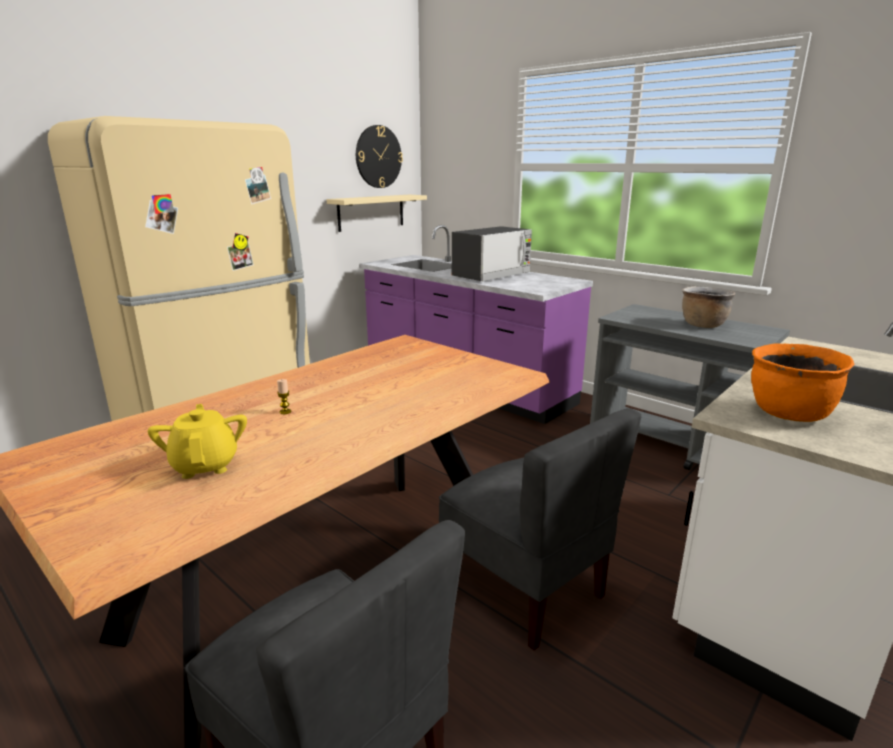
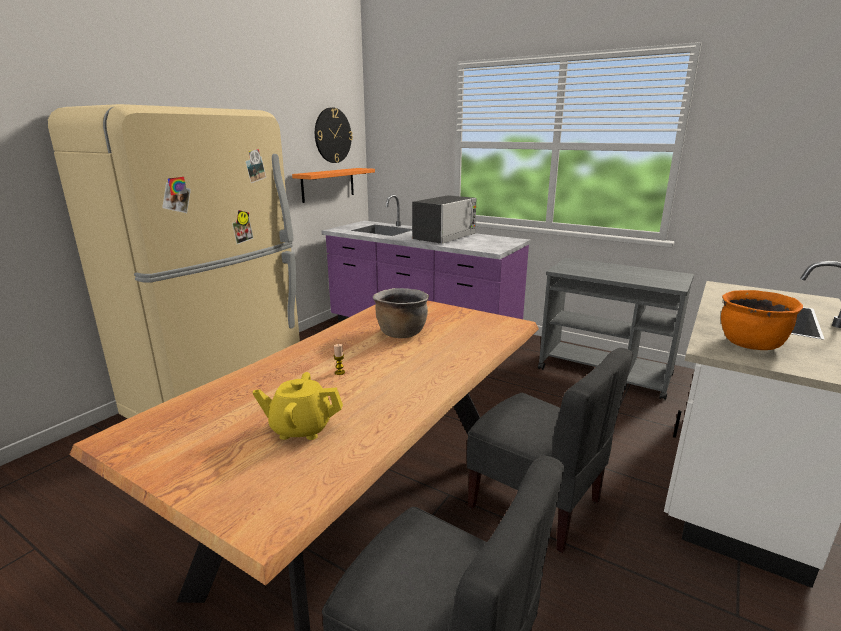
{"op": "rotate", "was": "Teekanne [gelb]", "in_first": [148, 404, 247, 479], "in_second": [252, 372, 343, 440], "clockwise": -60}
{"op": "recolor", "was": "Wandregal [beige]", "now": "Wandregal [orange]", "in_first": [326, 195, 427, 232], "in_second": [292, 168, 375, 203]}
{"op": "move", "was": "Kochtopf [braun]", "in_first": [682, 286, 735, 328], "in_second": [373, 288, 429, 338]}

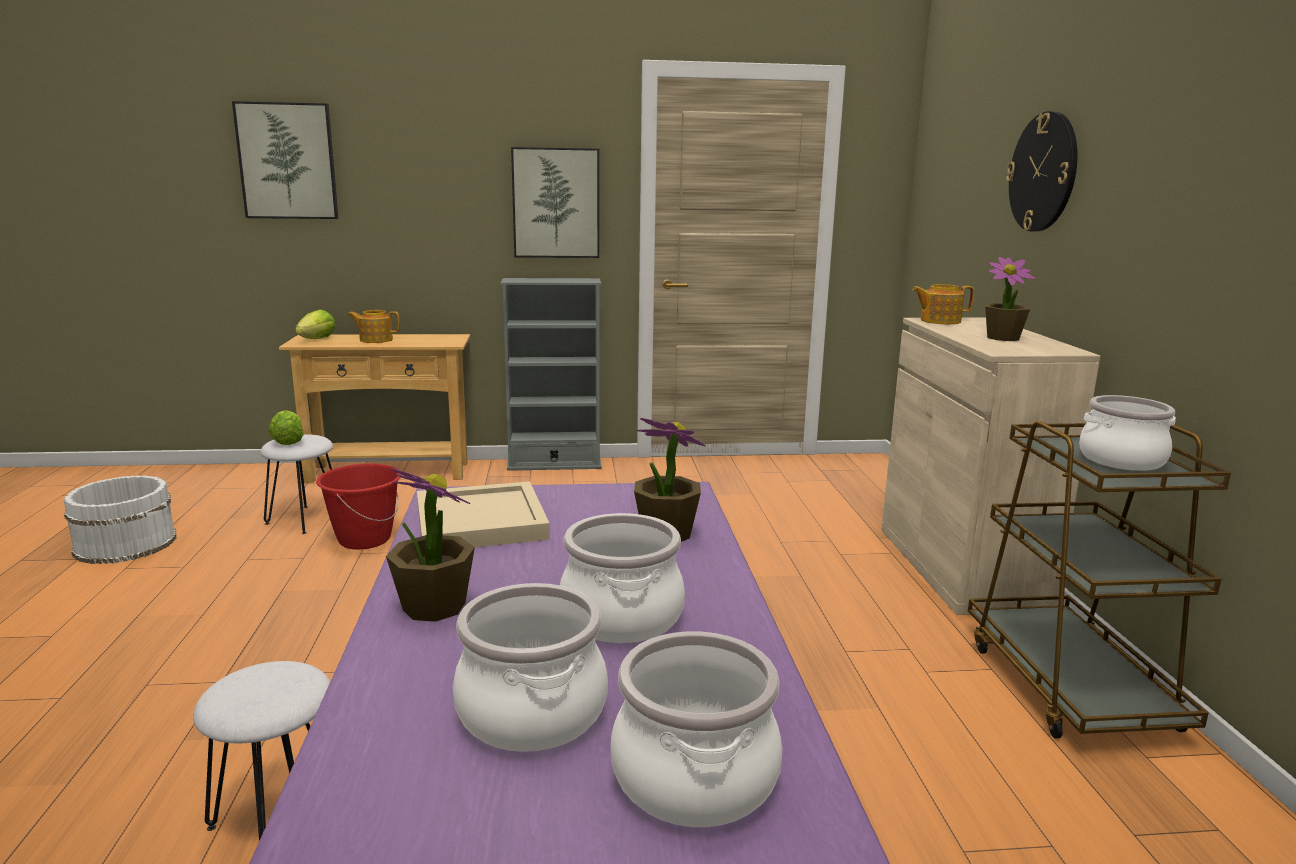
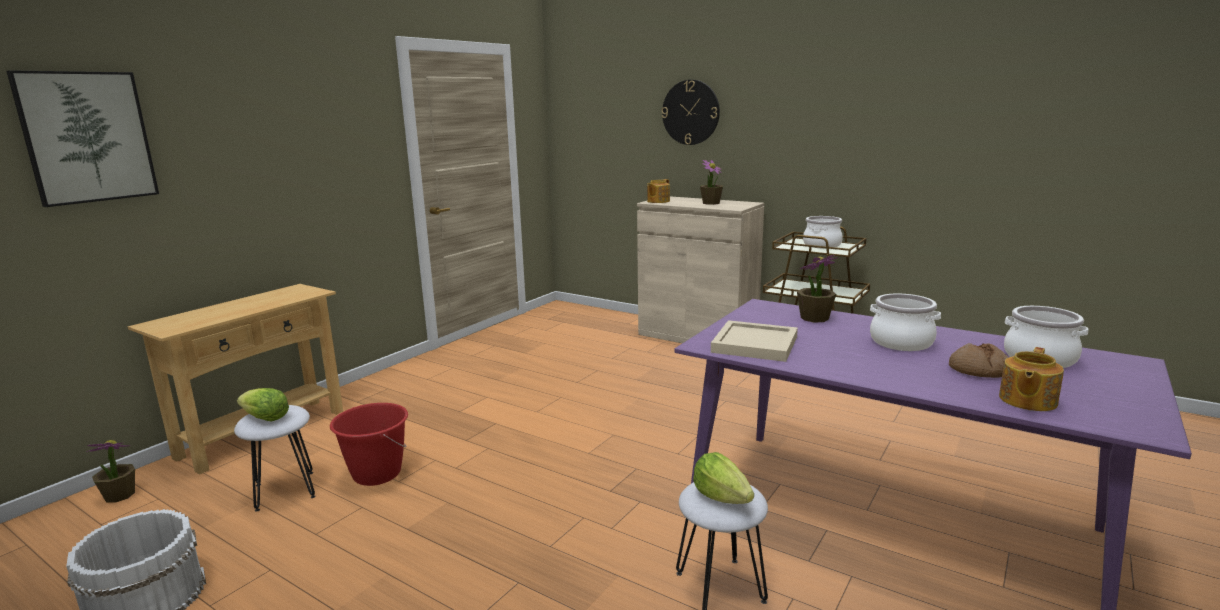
{"op": "move", "was": "Salatkopf", "in_first": [295, 310, 336, 339], "in_second": [693, 452, 754, 504]}
{"op": "move", "was": "Teekanne", "in_first": [348, 310, 400, 343], "in_second": [999, 347, 1064, 411]}
{"op": "move", "was": "Topfpflanze", "in_first": [386, 468, 475, 622], "in_second": [86, 440, 135, 503]}
{"op": "replace", "was": "Kochtopf", "now": "Brot", "in_first": [453, 583, 608, 752], "in_second": [949, 343, 1009, 378]}
{"op": "delete", "was": "Bücherregal [grau]", "in_first": [500, 278, 601, 471]}
{"op": "delete", "was": "Bild", "in_first": [511, 147, 599, 258]}

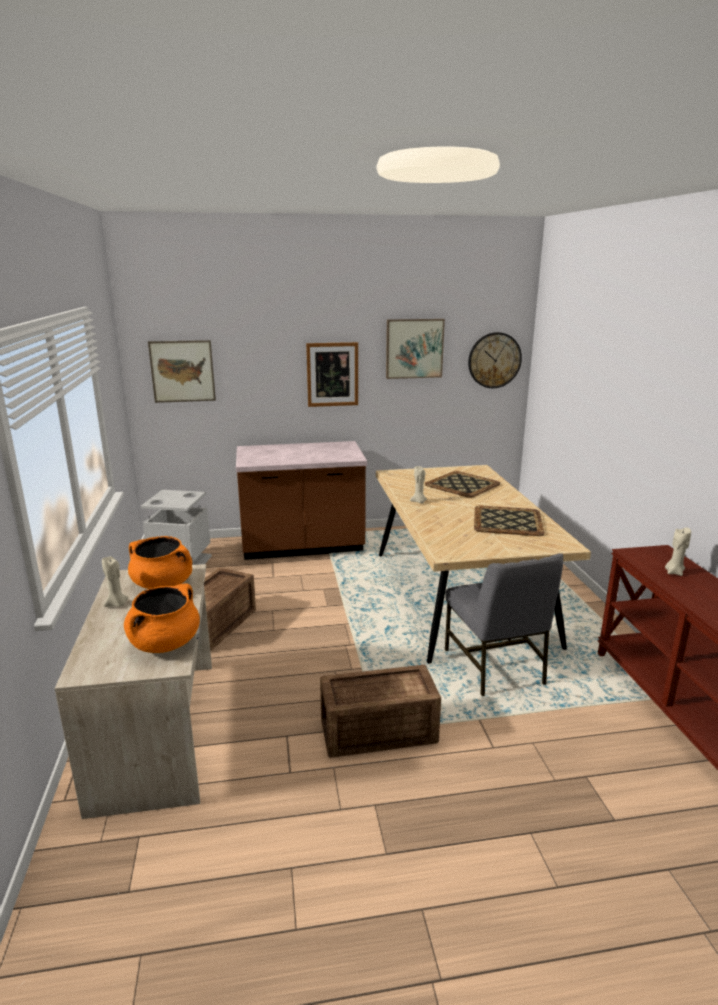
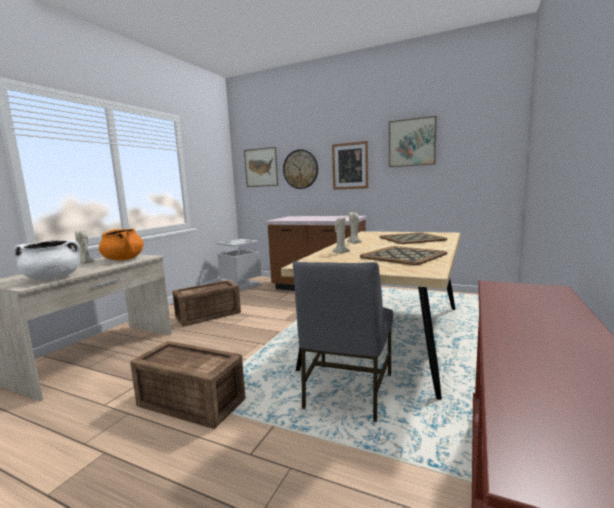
{"op": "recolor", "was": "Kochtopf [orange]", "now": "Kochtopf [weiß]", "in_first": [124, 583, 200, 653], "in_second": [14, 240, 81, 280]}
{"op": "move", "was": "Wanduhr", "in_first": [468, 332, 522, 388], "in_second": [283, 149, 318, 189]}
{"op": "move", "was": "Kerze [beige]", "in_first": [665, 527, 691, 576], "in_second": [332, 217, 350, 254]}

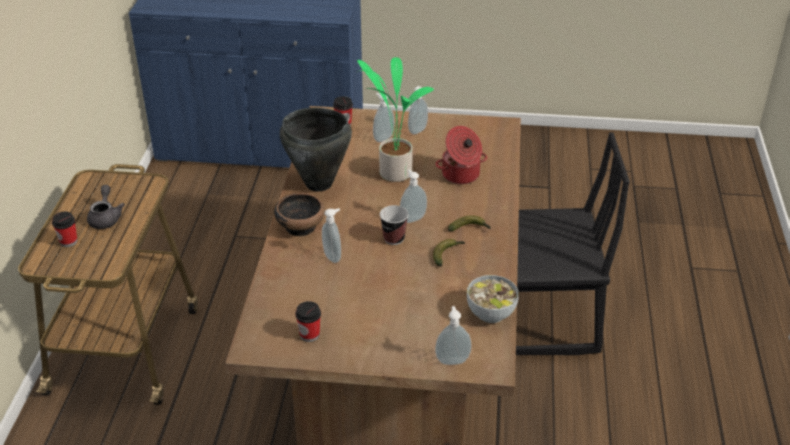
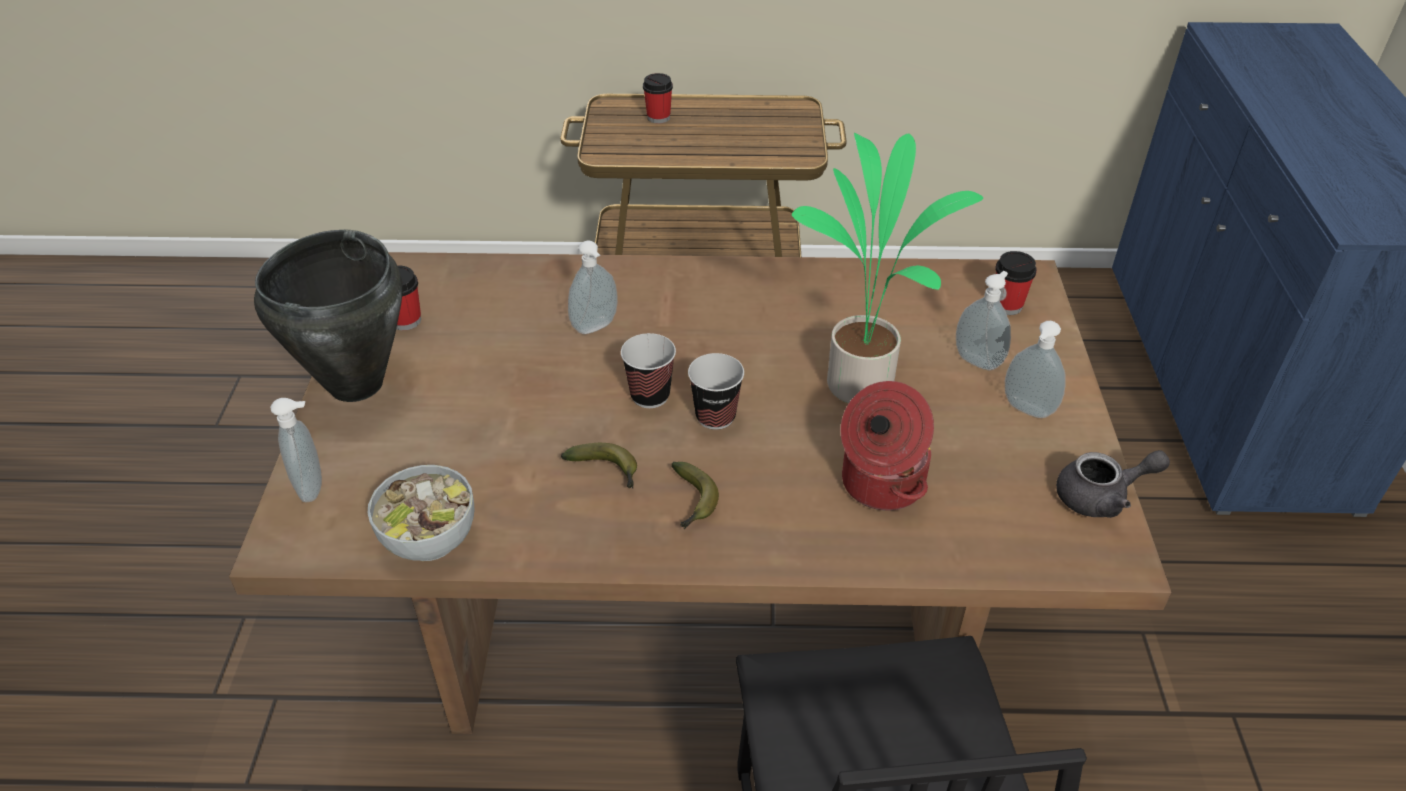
{"op": "move", "was": "Teekanne [grau]", "in_first": [87, 185, 125, 229], "in_second": [1056, 450, 1170, 518]}
{"op": "delete", "was": "Schüssel", "in_first": [274, 193, 325, 237]}
{"op": "move", "was": "Kochtopf [schwarz]", "in_first": [280, 108, 352, 191], "in_second": [254, 230, 403, 402]}
{"op": "replace", "was": "Seifenspender", "now": "Tasse", "in_first": [400, 169, 427, 223], "in_second": [688, 353, 744, 430]}

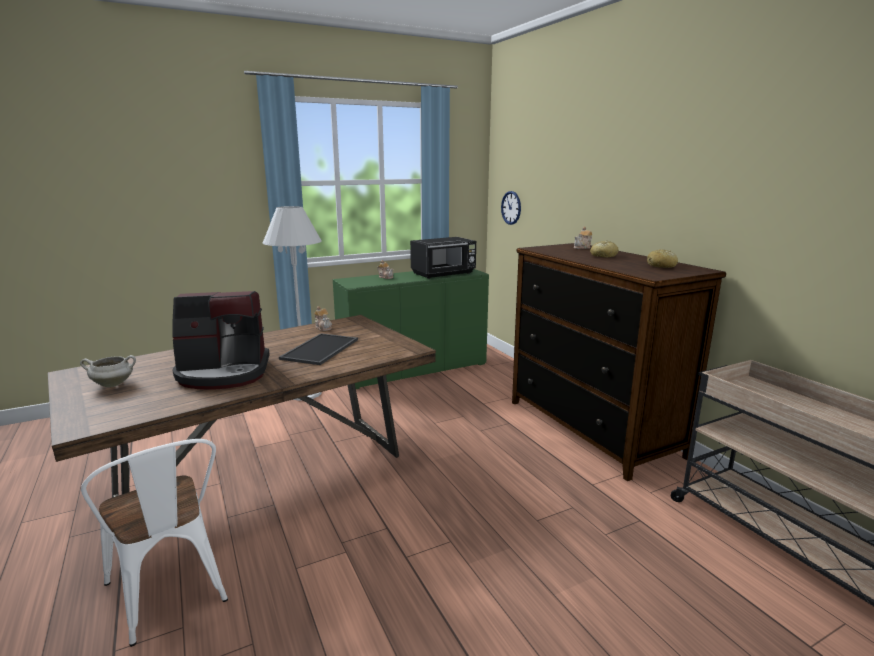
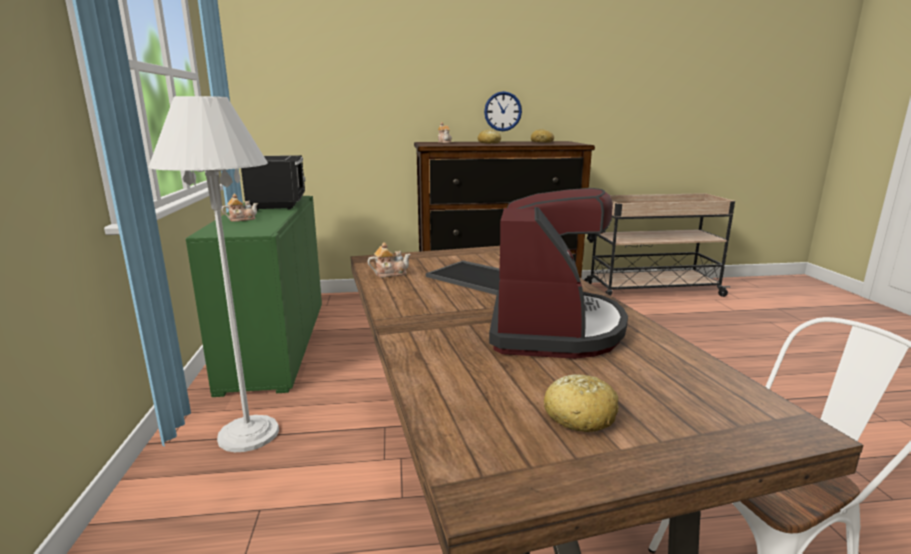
{"op": "replace", "was": "Kochtopf [weiß]", "now": "Brot", "in_first": [80, 355, 136, 387], "in_second": [544, 374, 619, 432]}
{"op": "move", "was": "Wanduhr", "in_first": [501, 191, 521, 225], "in_second": [484, 91, 522, 131]}

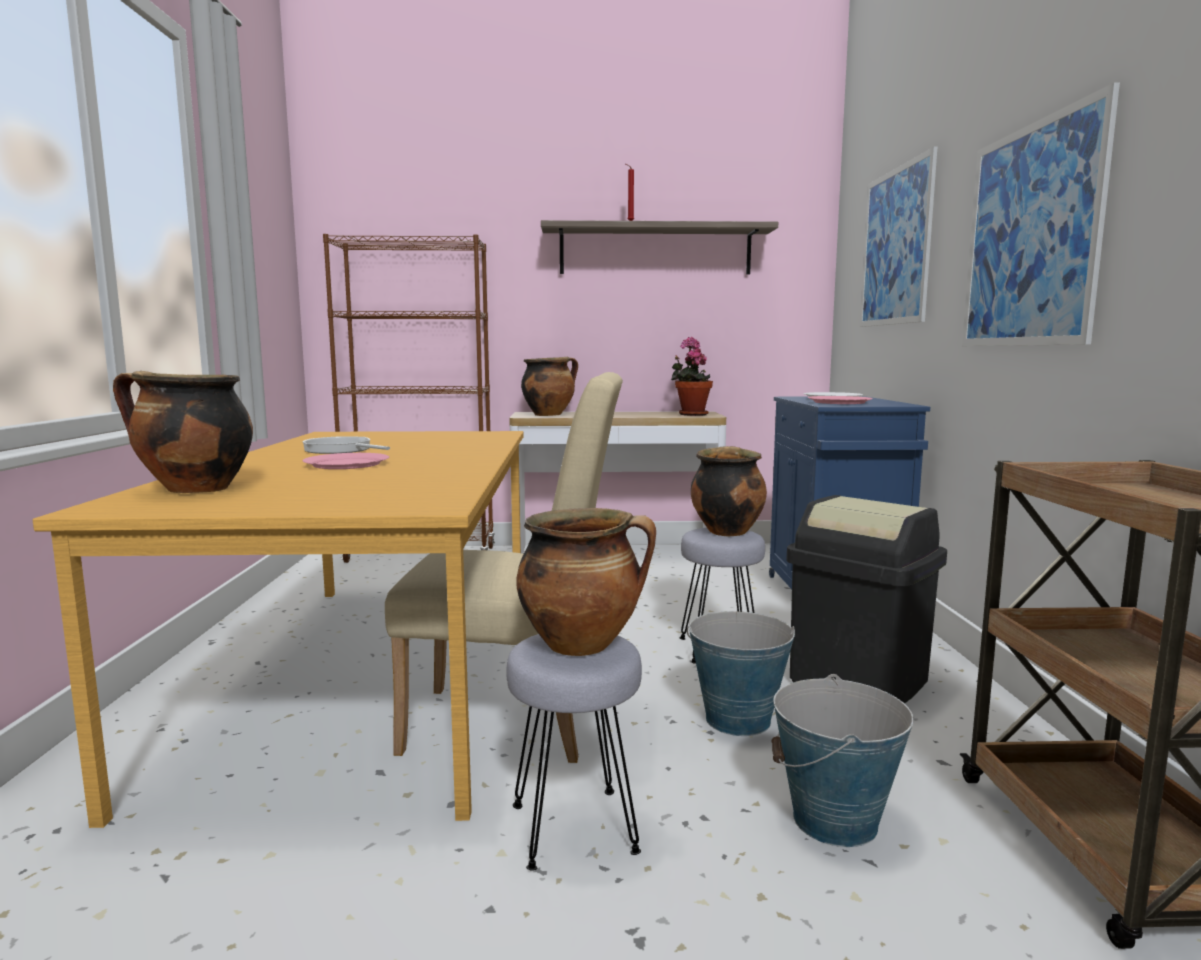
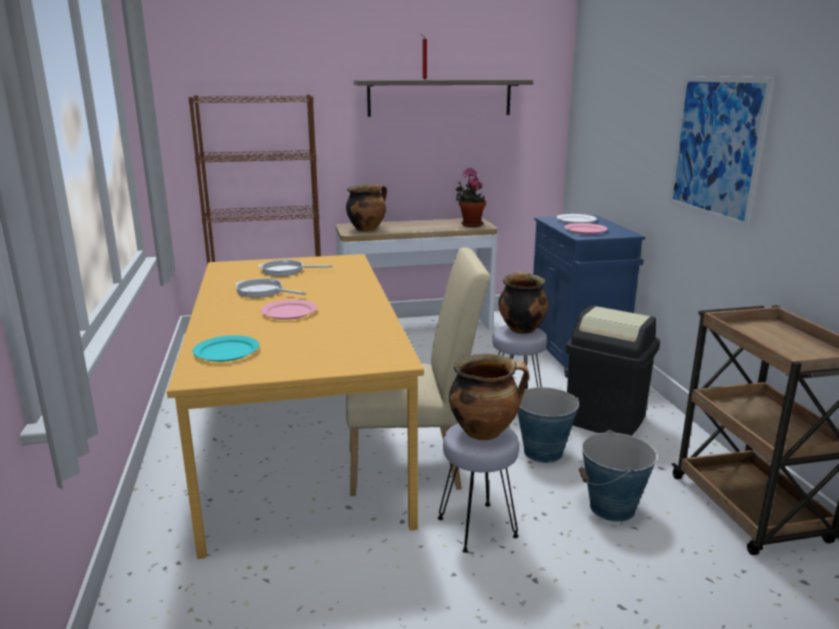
{"op": "replace", "was": "Kochtopf", "now": "Teller [türkis]", "in_first": [113, 371, 253, 493], "in_second": [192, 335, 259, 362]}
{"op": "delete", "was": "Bild", "in_first": [860, 147, 937, 327]}
{"op": "insert", "now": "Pfanne", "in_second": [258, 259, 332, 276]}

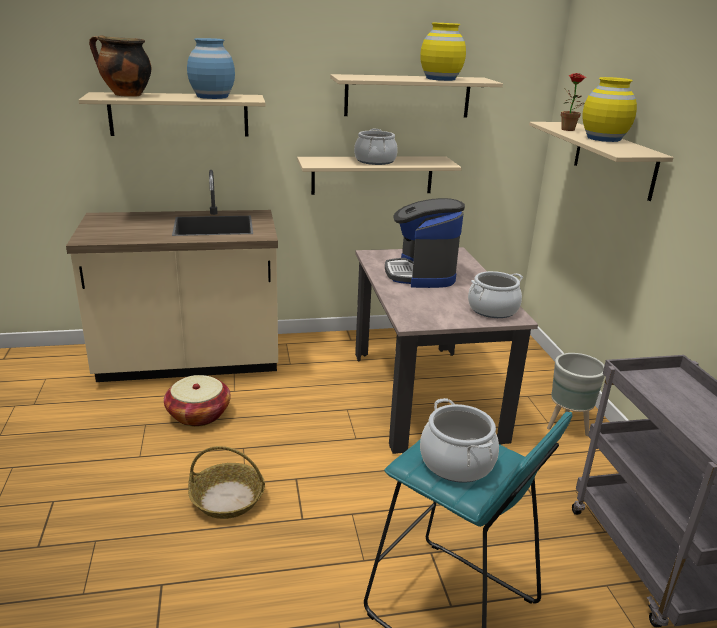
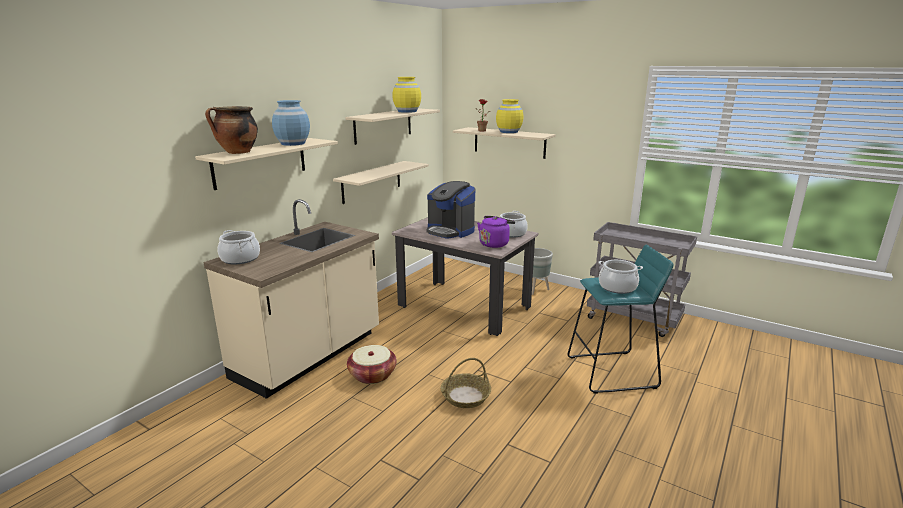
{"op": "move", "was": "Kochtopf", "in_first": [354, 129, 398, 165], "in_second": [217, 230, 260, 264]}
{"op": "insert", "now": "Wasserkessel [lila]", "in_second": [477, 216, 515, 248]}

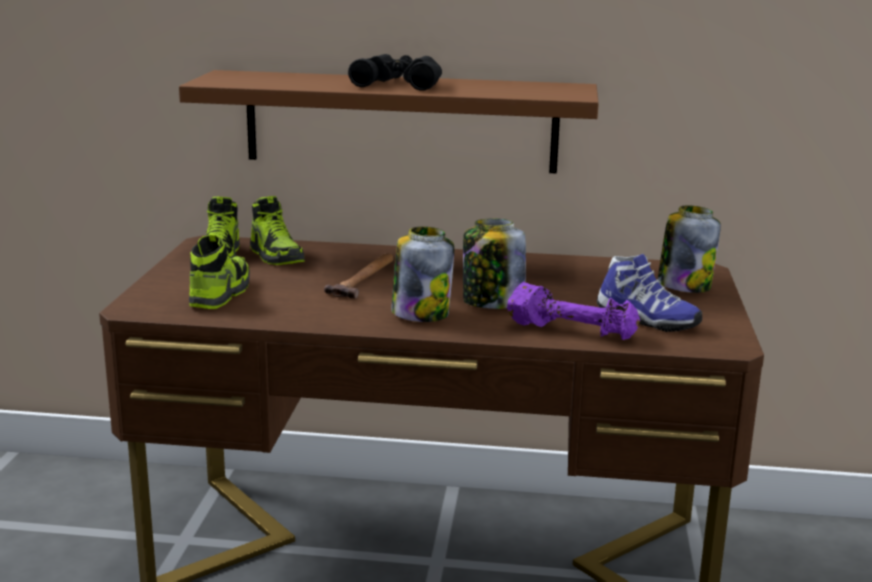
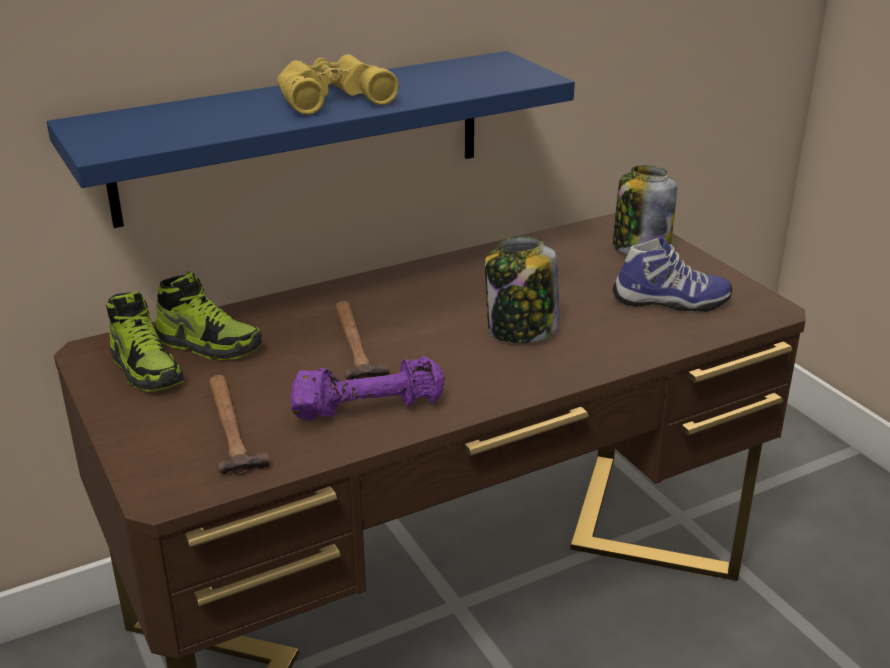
{"op": "recolor", "was": "Wandregal [braun]", "now": "Wandregal [blau]", "in_first": [179, 70, 599, 174], "in_second": [47, 51, 575, 228]}
{"op": "replace", "was": "Schuh", "now": "Hammer", "in_first": [189, 234, 250, 309], "in_second": [210, 375, 270, 474]}
{"op": "recolor", "was": "Fernglas [schwarz]", "now": "Fernglas [gelb]", "in_first": [348, 54, 442, 91], "in_second": [277, 54, 399, 115]}
{"op": "delete", "was": "Vorratsglas", "in_first": [391, 227, 454, 322]}
{"op": "move", "was": "Hantel [lila]", "in_first": [507, 282, 640, 340], "in_second": [291, 356, 445, 420]}

